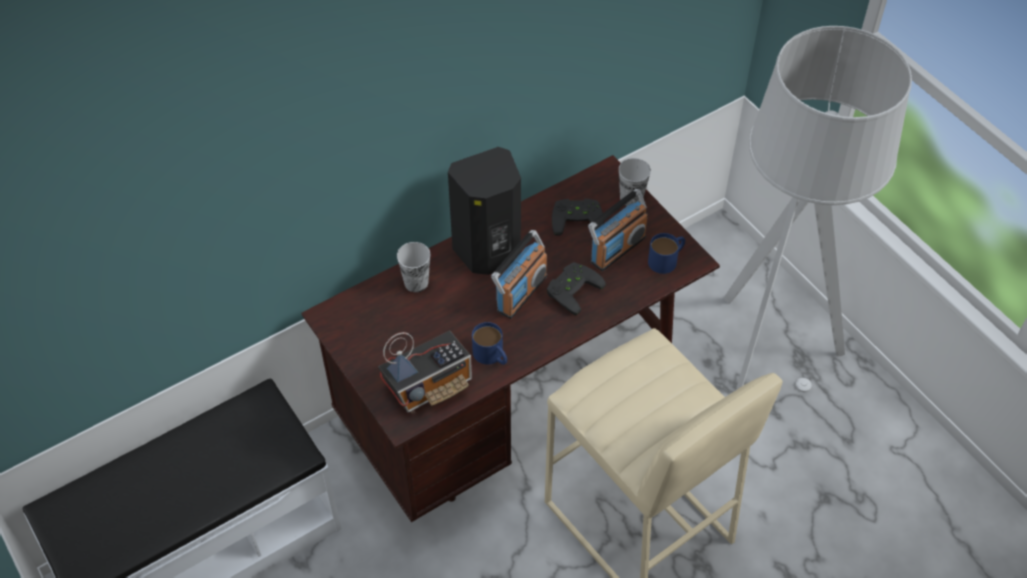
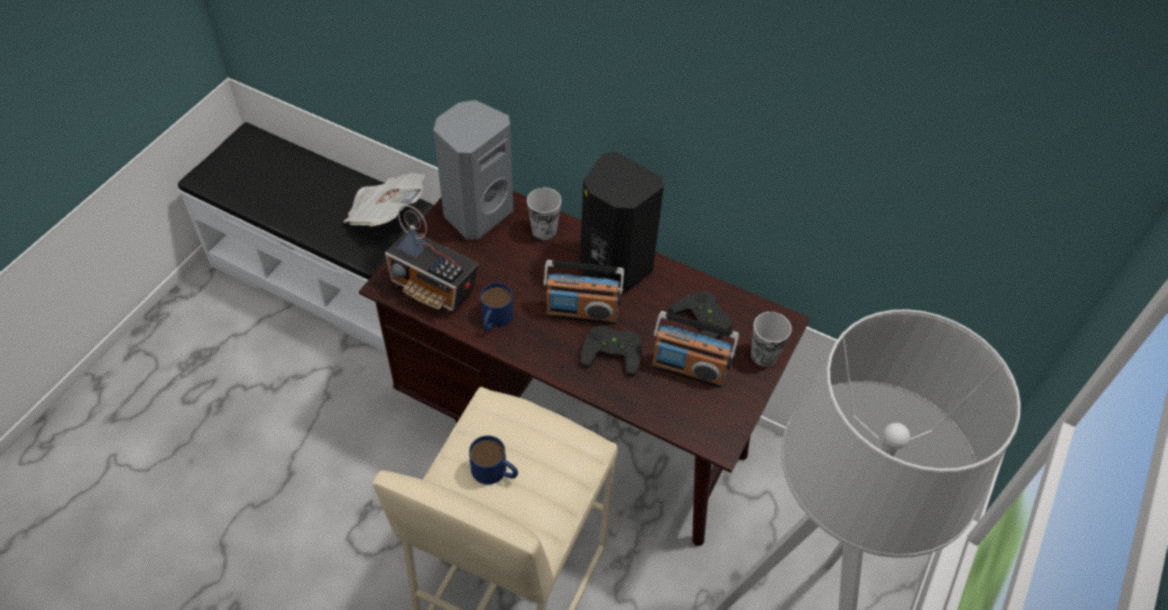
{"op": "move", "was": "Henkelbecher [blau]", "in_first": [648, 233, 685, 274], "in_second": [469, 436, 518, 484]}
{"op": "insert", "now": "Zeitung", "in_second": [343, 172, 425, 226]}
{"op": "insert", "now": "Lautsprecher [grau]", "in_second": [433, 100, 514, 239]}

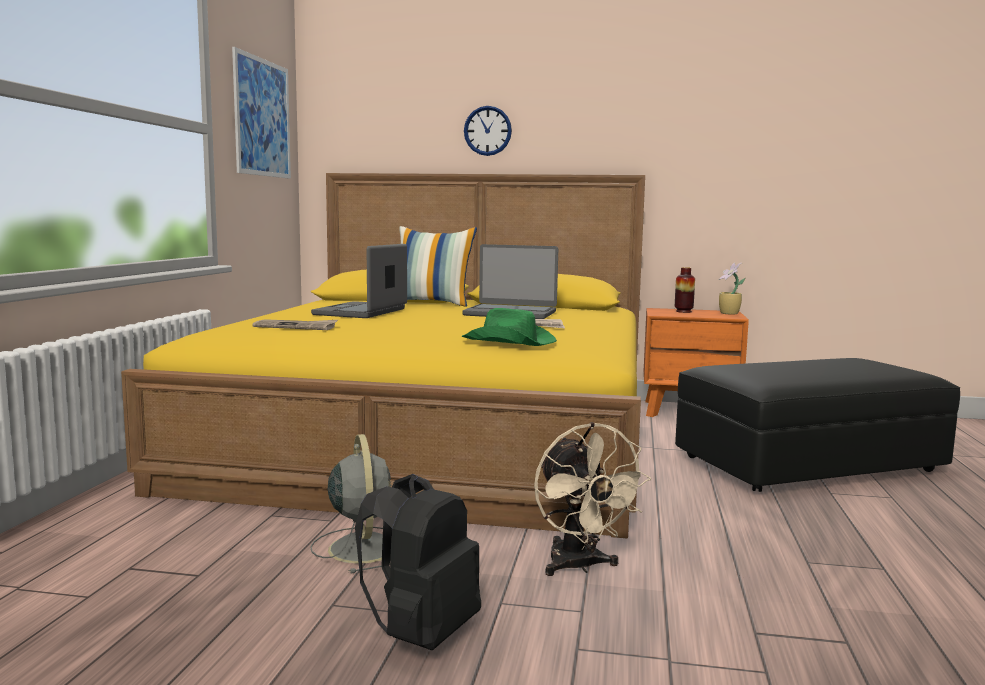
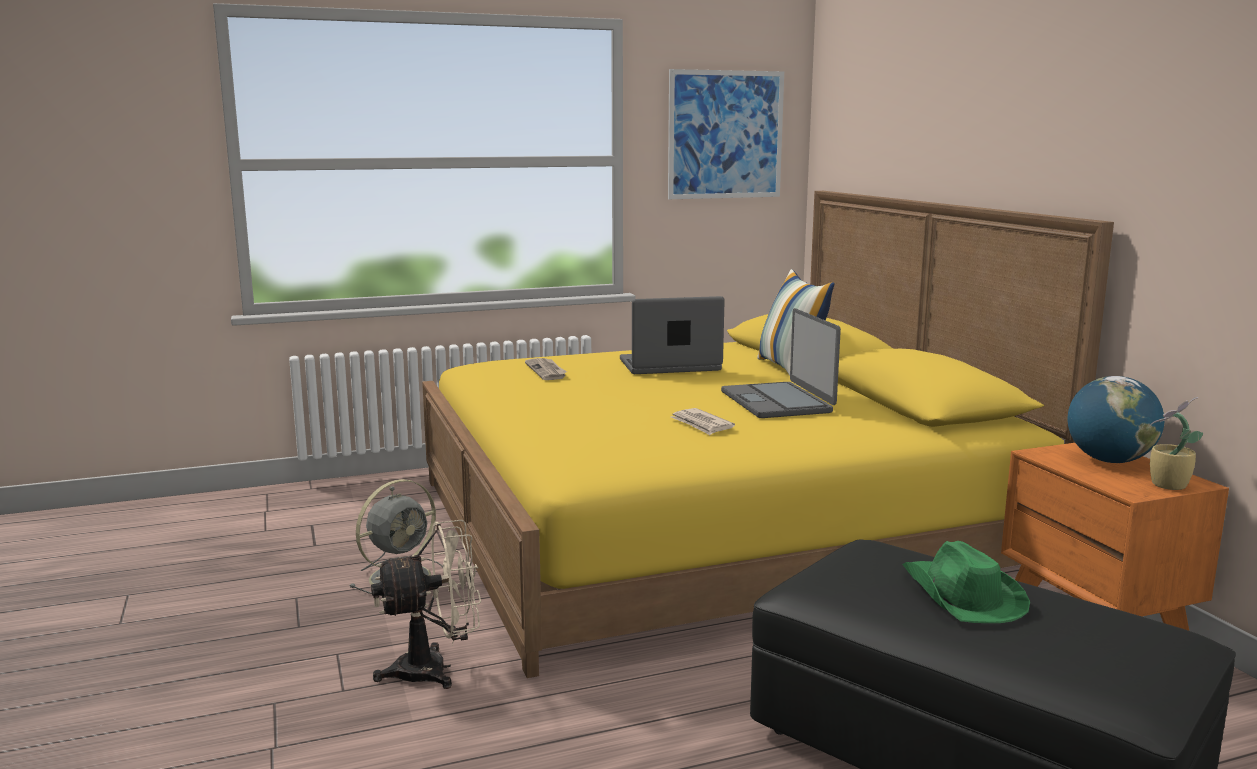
{"op": "delete", "was": "Rucksack [schwarz]", "in_first": [355, 474, 481, 650]}
{"op": "move", "was": "Hut [grün]", "in_first": [462, 308, 557, 346], "in_second": [902, 541, 1030, 623]}
{"op": "delete", "was": "Wanduhr", "in_first": [464, 106, 512, 156]}
{"op": "rotate", "was": "Ventilator [beige]", "in_first": [534, 422, 651, 576], "in_second": [371, 520, 481, 689], "clockwise": -150}
{"op": "replace", "was": "Vase", "now": "Globus", "in_first": [675, 267, 695, 313], "in_second": [1068, 376, 1164, 463]}

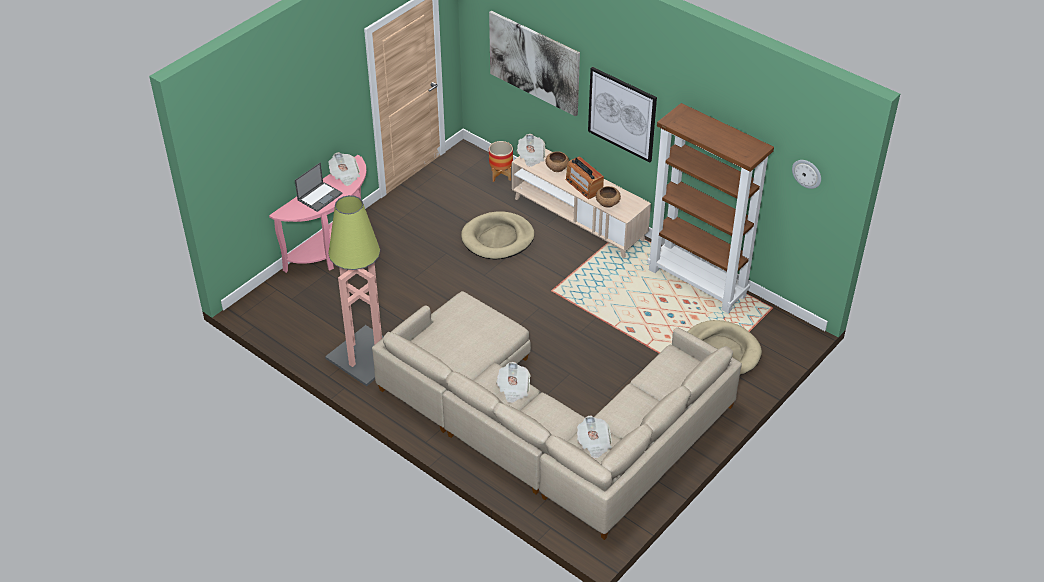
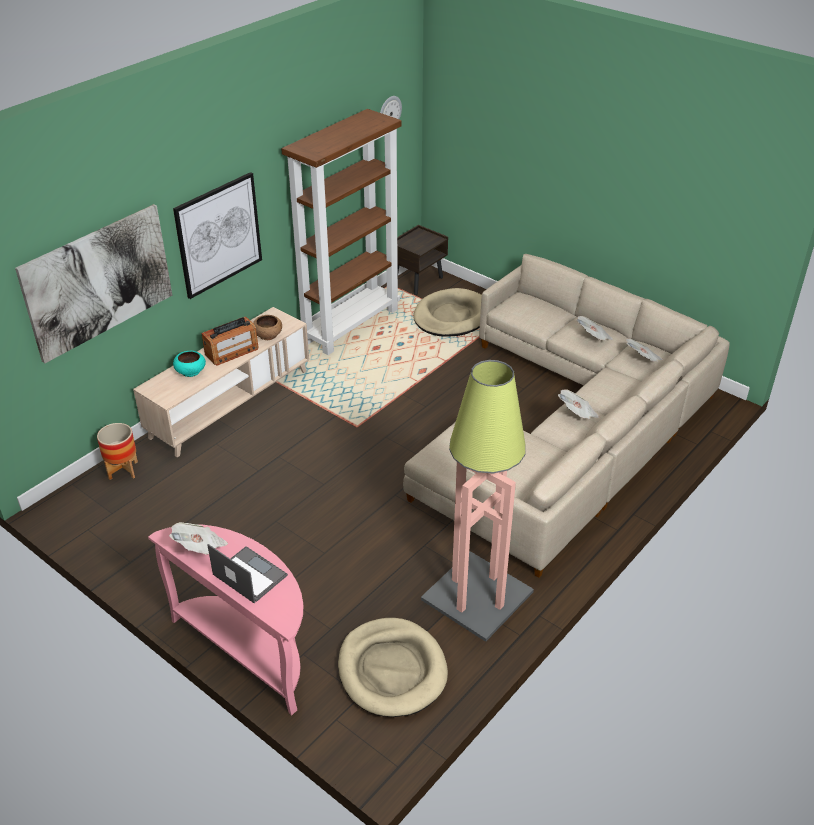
{"op": "move", "was": "Hundebett [beige]", "in_first": [461, 211, 535, 260], "in_second": [338, 618, 448, 717]}
{"op": "move", "was": "Zeitung", "in_first": [517, 134, 545, 167], "in_second": [576, 316, 614, 341]}
{"op": "recolor", "was": "Schüssel [braun]", "now": "Schüssel [türkis]", "in_first": [545, 151, 569, 172], "in_second": [173, 351, 206, 377]}
{"op": "insert", "now": "Nachttisch [braun]", "in_second": [397, 225, 448, 295]}

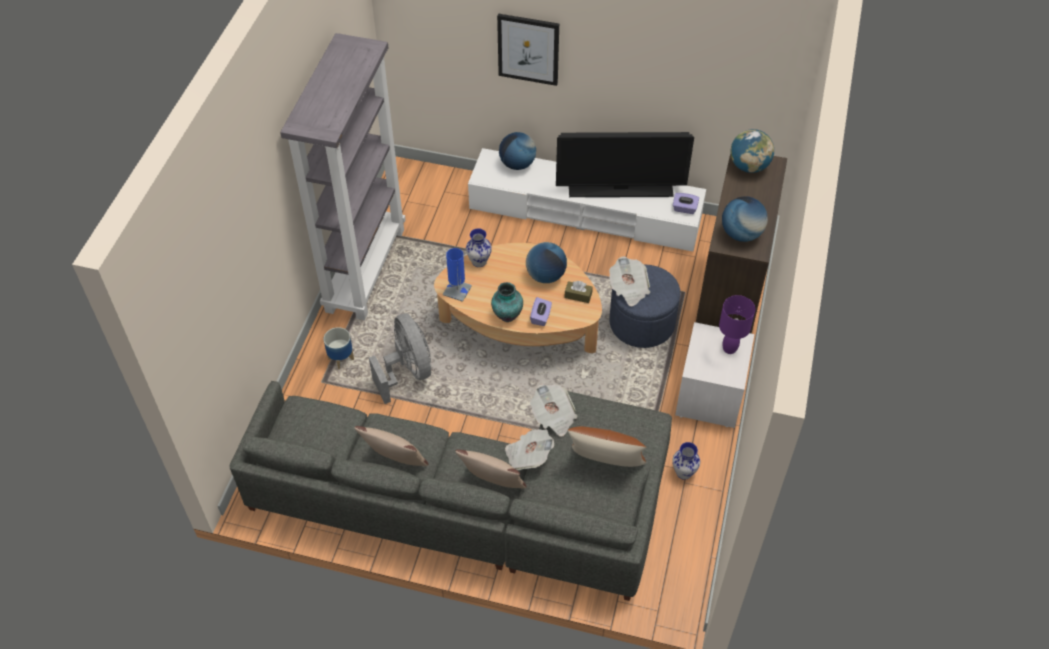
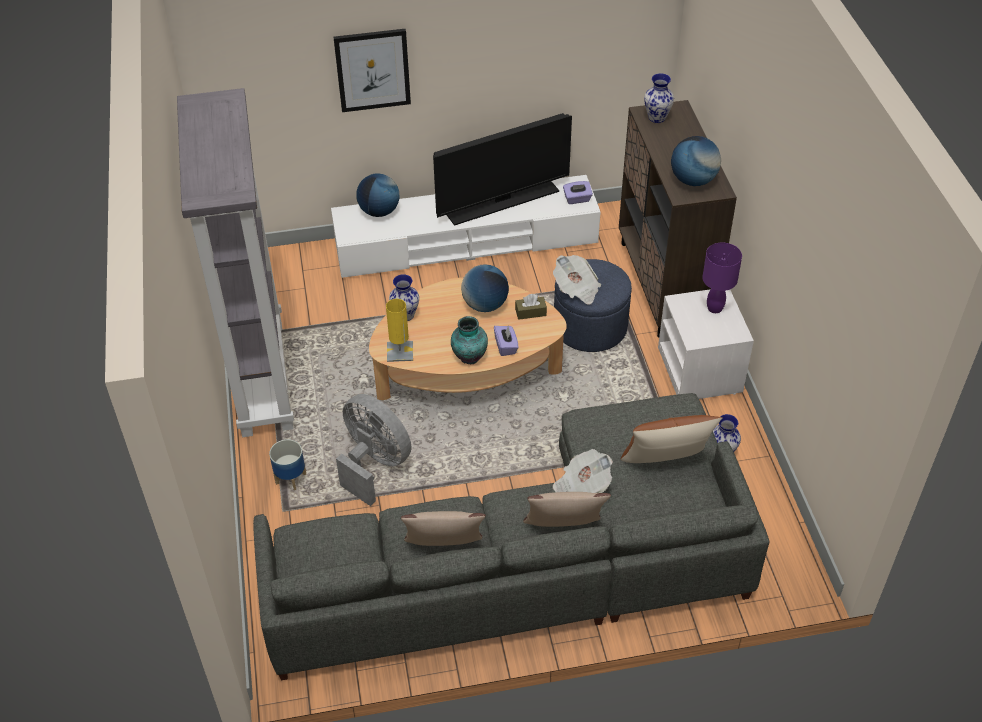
{"op": "recolor", "was": "Tischlampe [blau]", "now": "Tischlampe [gelb]", "in_first": [443, 248, 472, 302], "in_second": [386, 299, 413, 362]}
{"op": "delete", "was": "Zeitung", "in_first": [530, 384, 577, 437]}
{"op": "replace", "was": "Globus", "now": "Vase", "in_first": [731, 129, 774, 173], "in_second": [644, 73, 674, 123]}

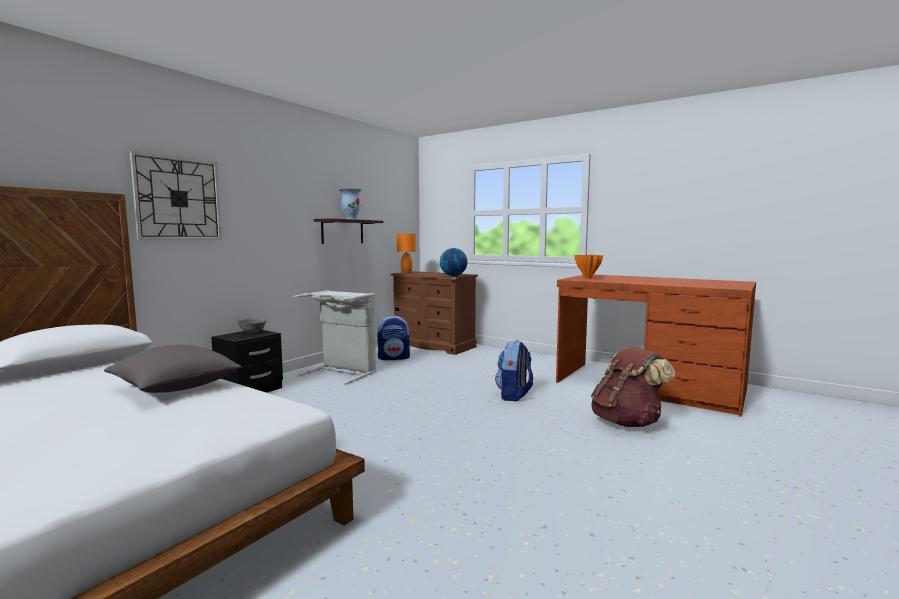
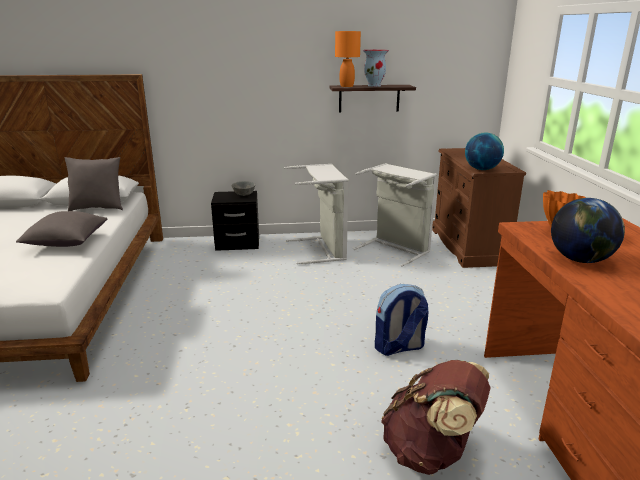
{"op": "delete", "was": "Wanduhr", "in_first": [130, 151, 222, 240]}
{"op": "replace", "was": "Rucksack", "now": "Wäschekorb [grau]", "in_first": [377, 316, 410, 360], "in_second": [353, 163, 437, 267]}
{"op": "move", "was": "Tischlampe [orange]", "in_first": [397, 234, 416, 274], "in_second": [335, 31, 361, 87]}
{"op": "insert", "now": "Kissen [grau]", "in_second": [65, 157, 123, 211]}
{"op": "insert", "now": "Globus", "in_second": [551, 198, 625, 263]}

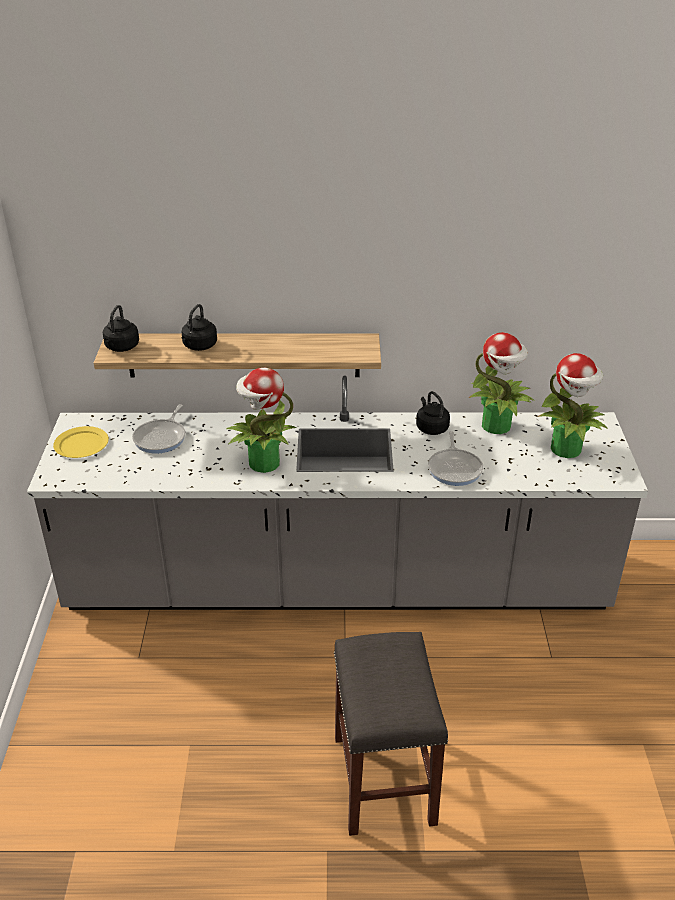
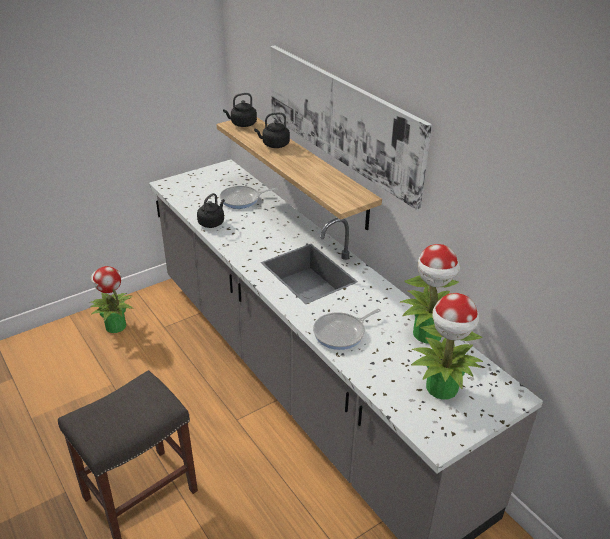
{"op": "delete", "was": "Teller [gelb]", "in_first": [53, 426, 109, 458]}
{"op": "move", "was": "Topfpflanze", "in_first": [227, 368, 297, 473], "in_second": [90, 266, 134, 333]}
{"op": "move", "was": "Wasserkessel [schwarz]", "in_first": [416, 391, 450, 435], "in_second": [197, 193, 225, 228]}
{"op": "insert", "now": "Bild", "in_second": [271, 45, 432, 210]}

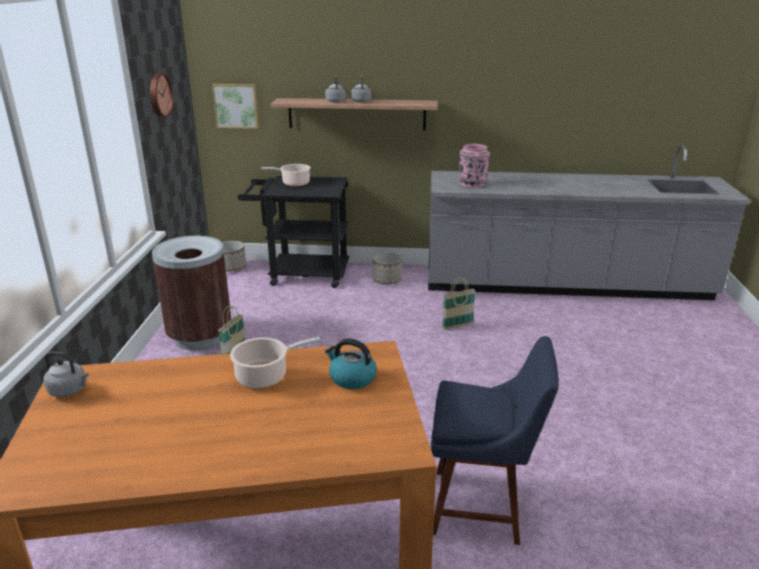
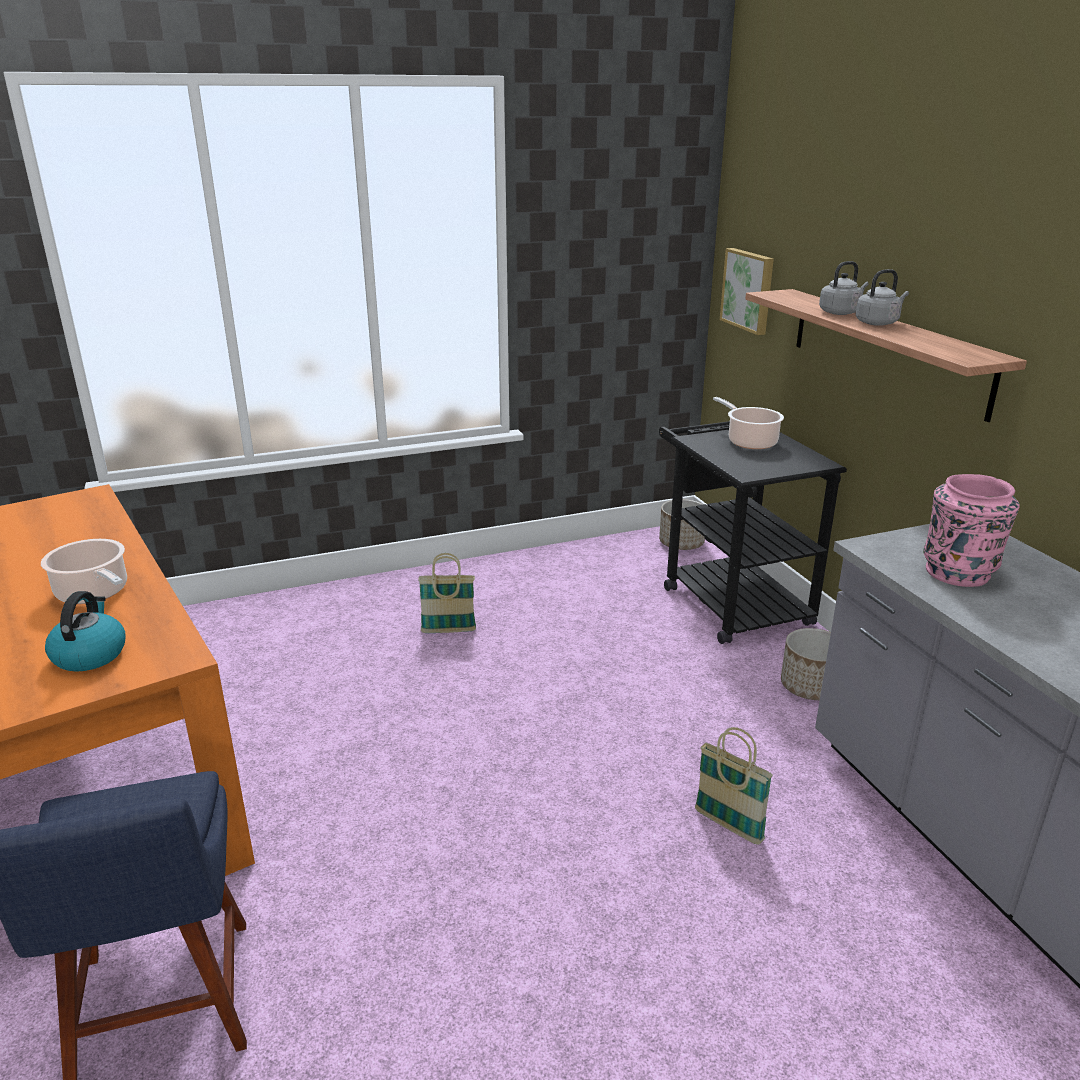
{"op": "delete", "was": "Wasserkessel [grau]", "in_first": [43, 351, 89, 397]}
{"op": "delete", "was": "Wanduhr", "in_first": [150, 73, 173, 118]}
{"op": "delete", "was": "Mülleimer [braun]", "in_first": [152, 236, 231, 350]}

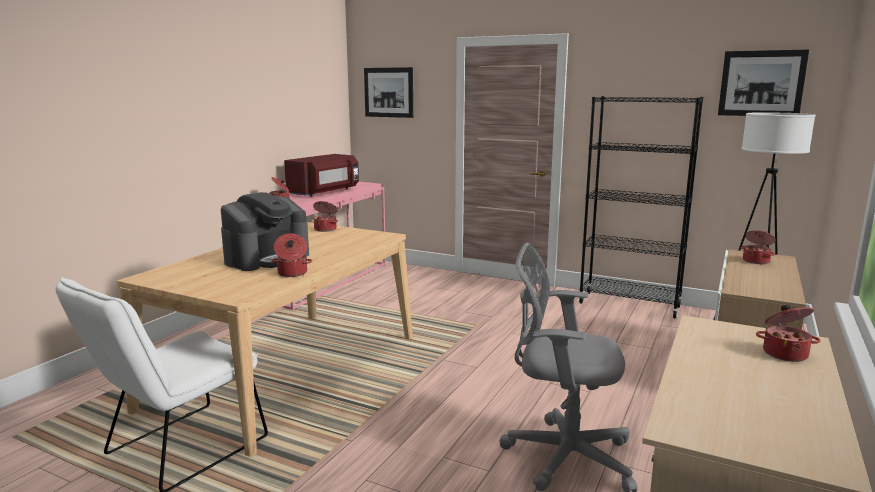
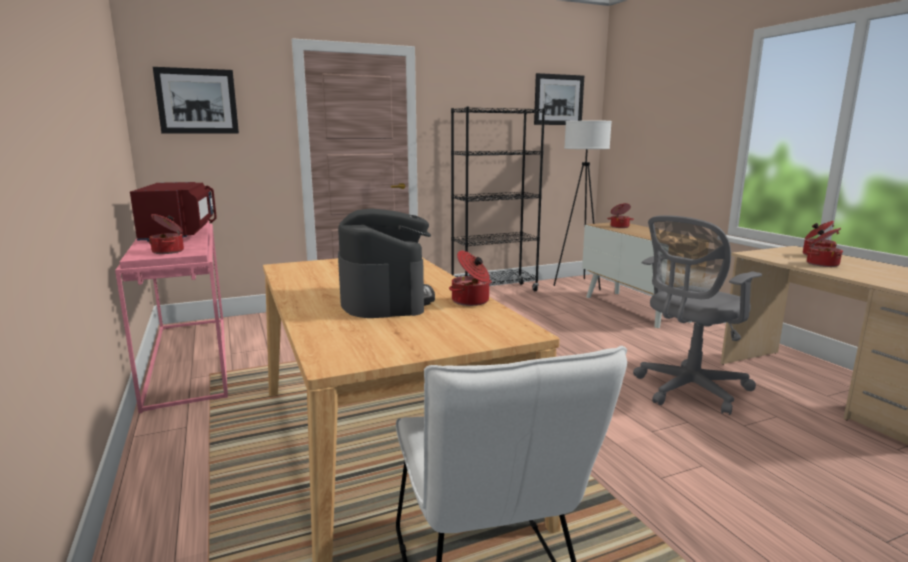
{"op": "move", "was": "Kochtopf", "in_first": [312, 201, 338, 232], "in_second": [806, 228, 843, 267]}

